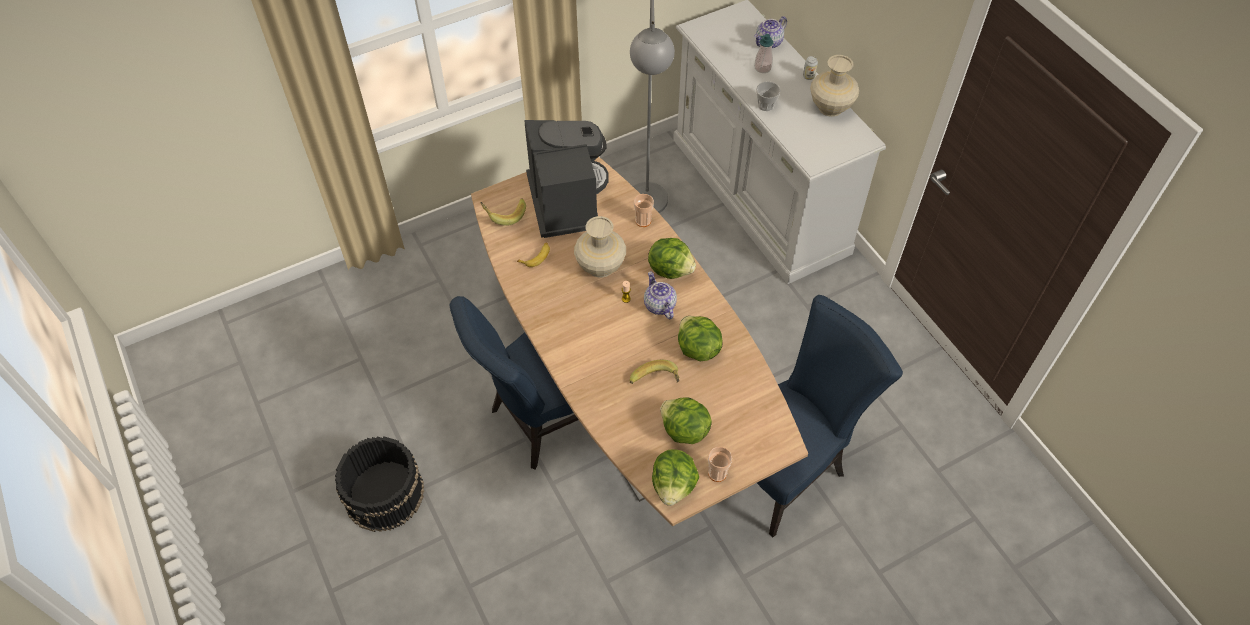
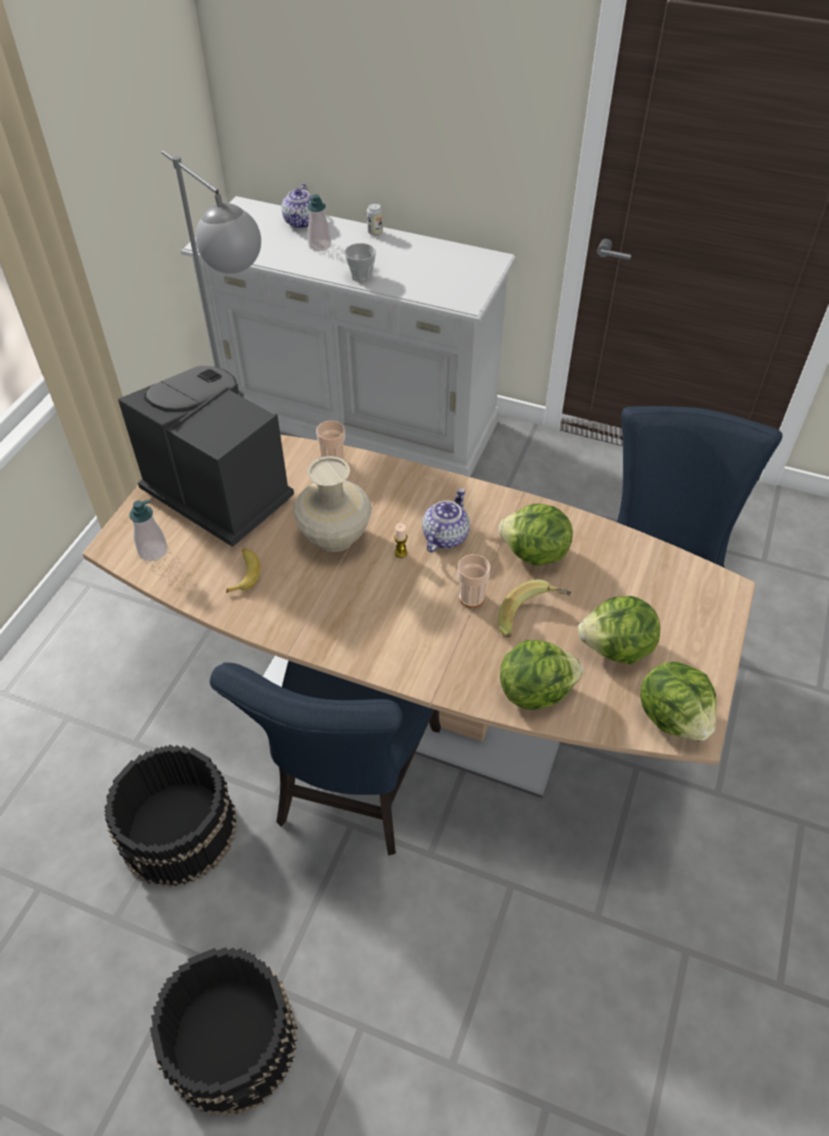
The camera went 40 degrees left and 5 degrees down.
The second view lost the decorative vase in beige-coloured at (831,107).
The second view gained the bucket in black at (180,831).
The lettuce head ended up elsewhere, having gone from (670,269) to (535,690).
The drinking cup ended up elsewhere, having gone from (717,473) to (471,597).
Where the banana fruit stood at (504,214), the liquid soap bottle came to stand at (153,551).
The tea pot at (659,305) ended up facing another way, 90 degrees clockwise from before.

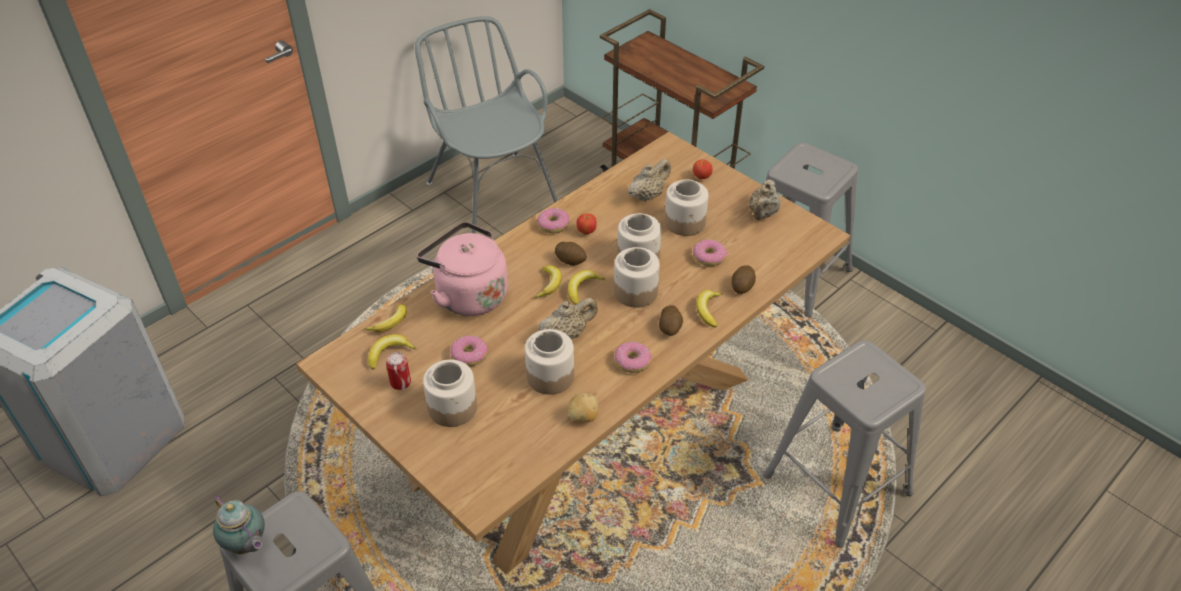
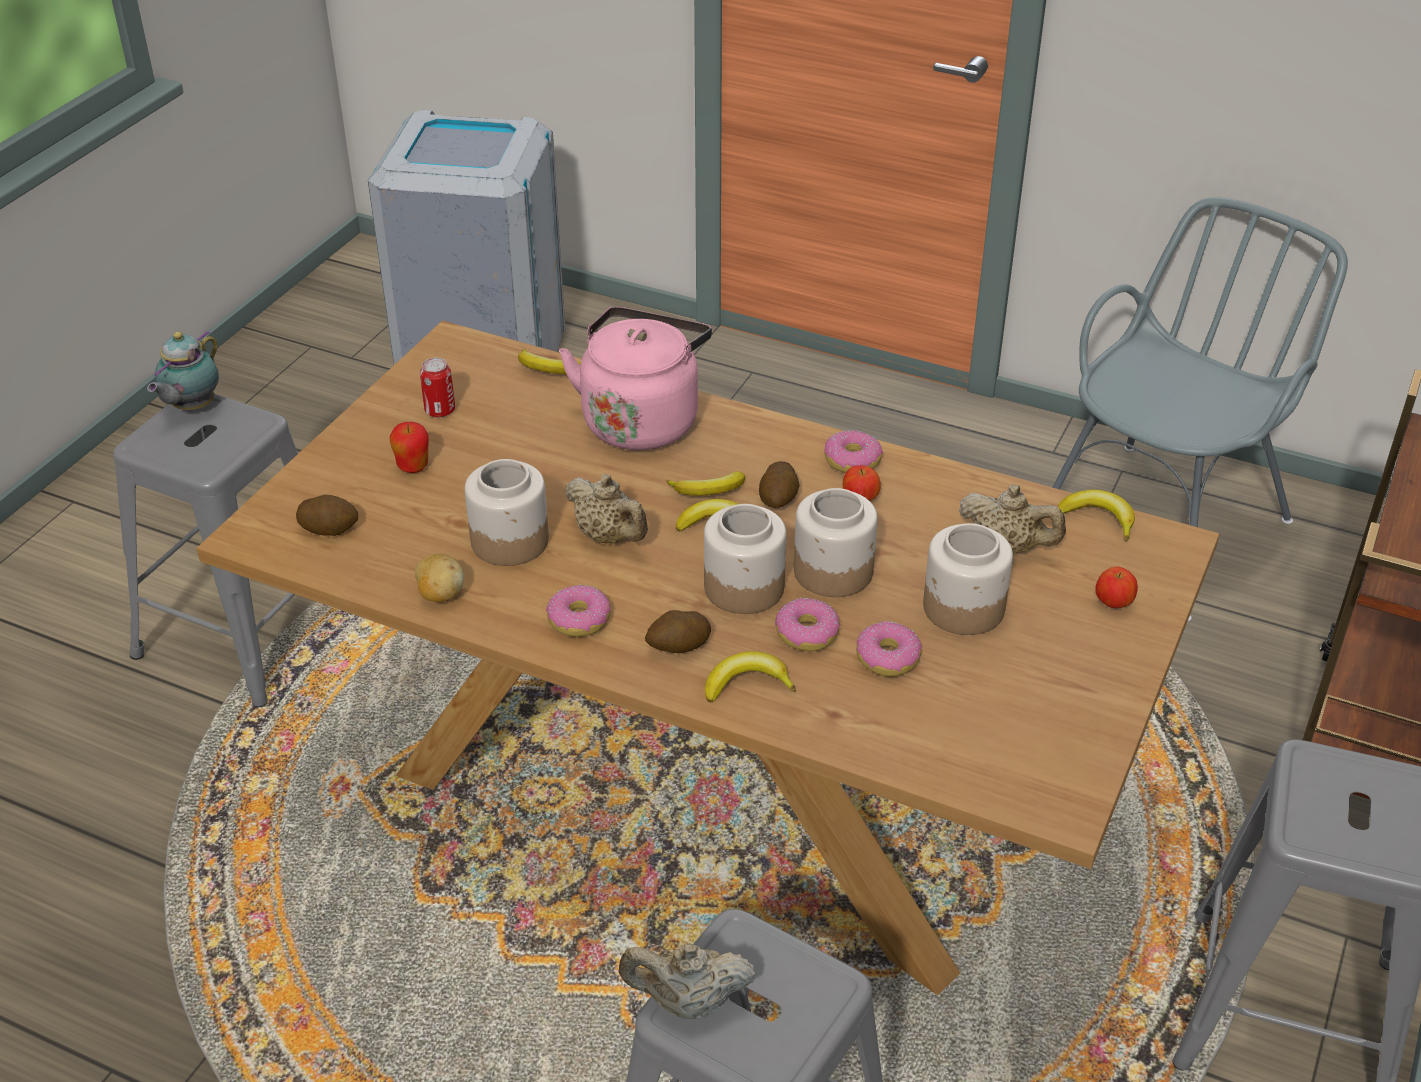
The camera went 70 degrees right and 5 degrees down.
The banana fruit ended up elsewhere, having gone from (389,353) to (1098,519).
The ring doughnut ended up elsewhere, having gone from (469,355) to (806,633).
The spud ended up elsewhere, having gone from (742,286) to (329,529).
The tea pot in beige-coloured ended up elsewhere, having gone from (762,214) to (687,1002).
Where the storage jar stood at (453,407), the whole apple came to stand at (413,467).

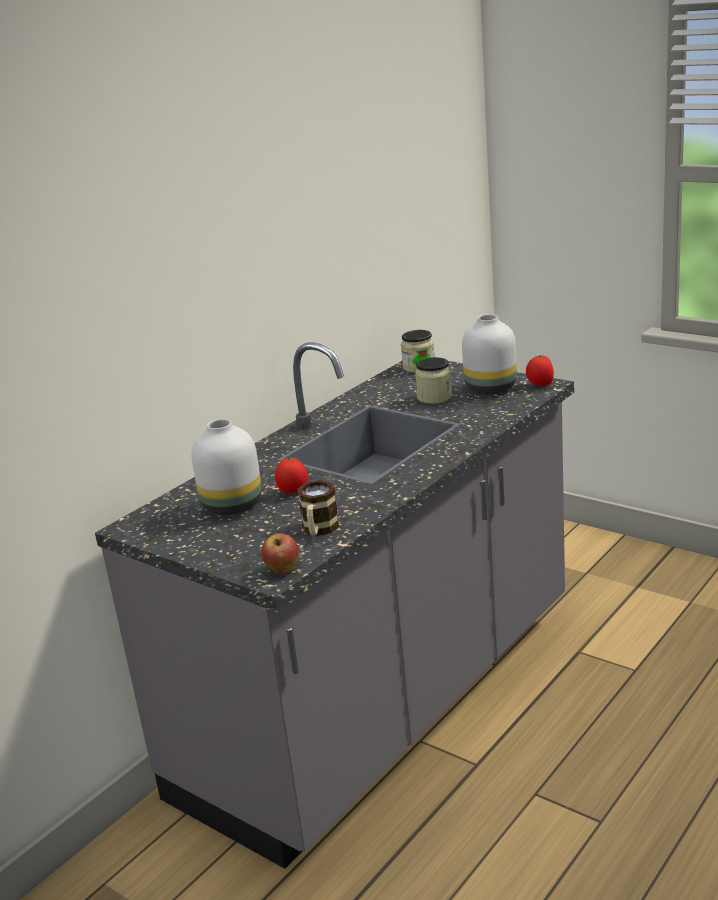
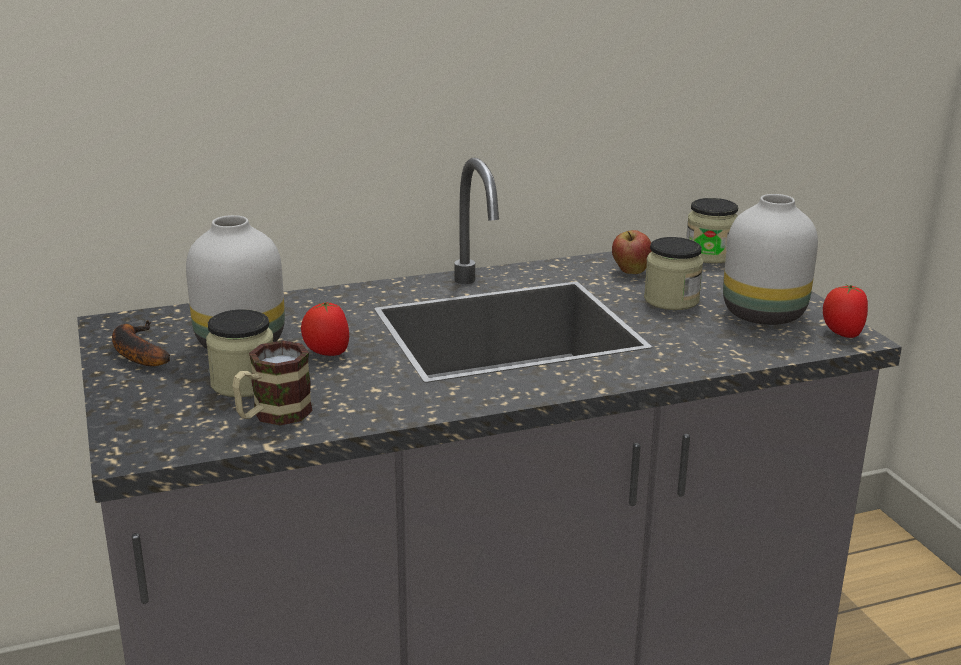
The camera went 30 degrees right and 0 degrees up.
The second view gained the banana fruit at (136,352).
The second view gained the storage jar at (243,383).
The whole apple ended up elsewhere, having gone from (282,570) to (630,272).

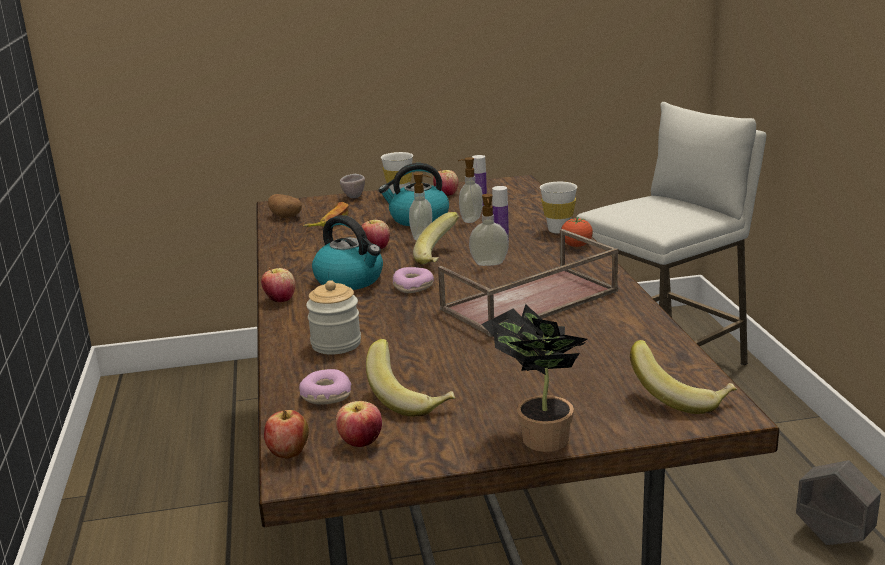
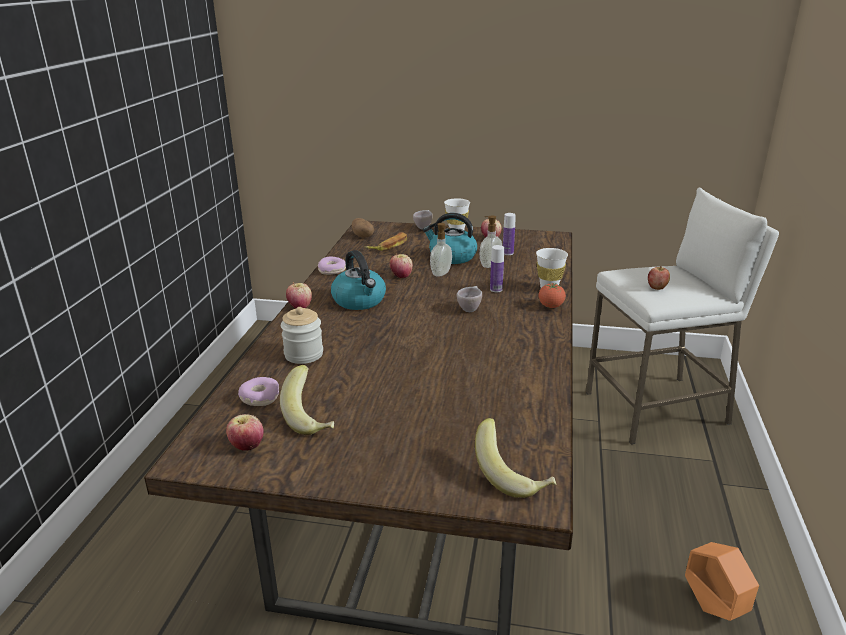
The camera went 20 degrees right and 5 degrees up.
The second view lost the banana fruit at (440,258).
The second view lost the tray in brown-coloured at (529,301).
The second view lost the houseplant at (538,438).
The whole apple ended up elsewhere, having gone from (288,453) to (657,288).
The ring doughnut ended up elsewhere, having gone from (413,286) to (332,270).
Where the liquid soap bottle stood at (489,264), the drinking cup in beige-coloured came to stand at (470,309).
What was the planter in grey at (833,537) turned into the planter in orange at (713,606).

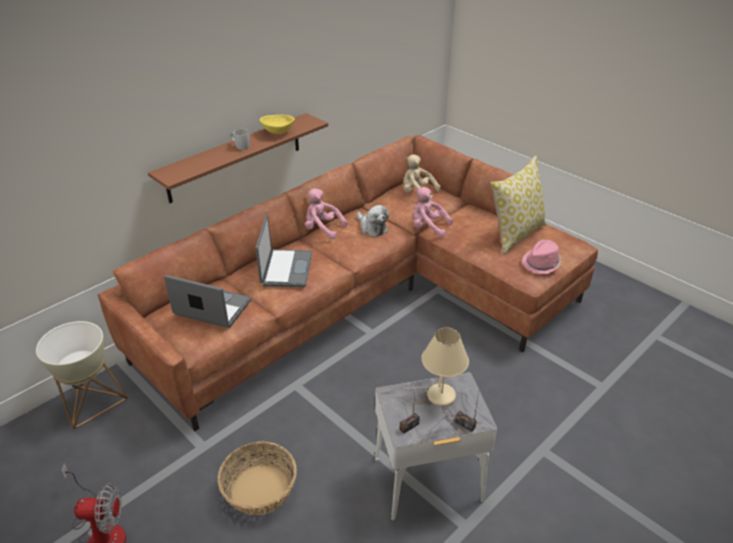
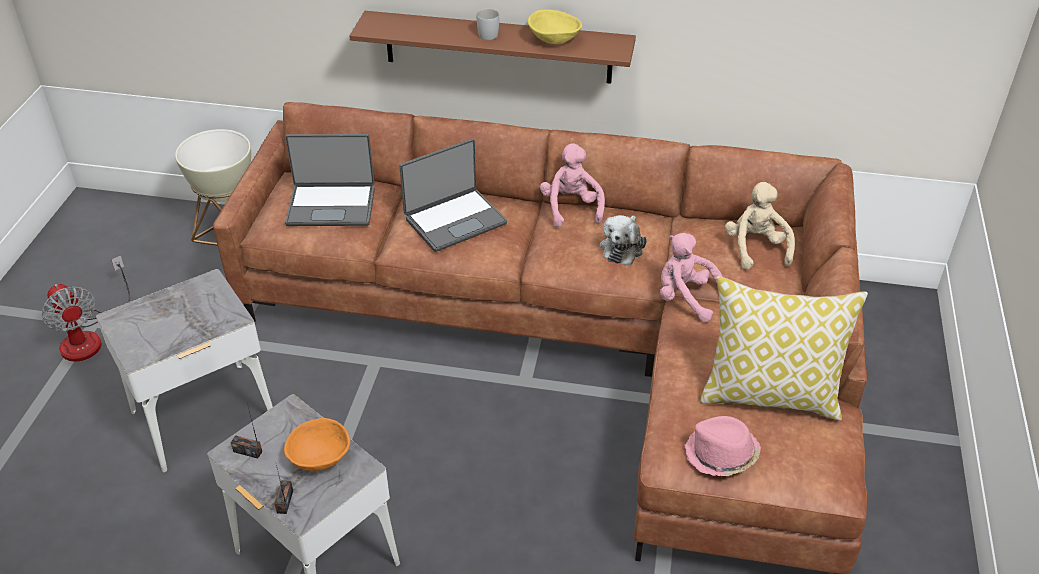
The camera went 55 degrees right and 5 degrees up.
Where the basket stood at (259,489), the side table came to stand at (206,416).
Where the tabletop lamp in beige-coloured stood at (441,396), the bowl in orange came to stand at (319,459).
The laptop at (211,309) ended up facing another way, 105 degrees clockwise from before.
The plush toy in pinkish at (428,227) ended up facing another way, 45 degrees counterclockwise from before.

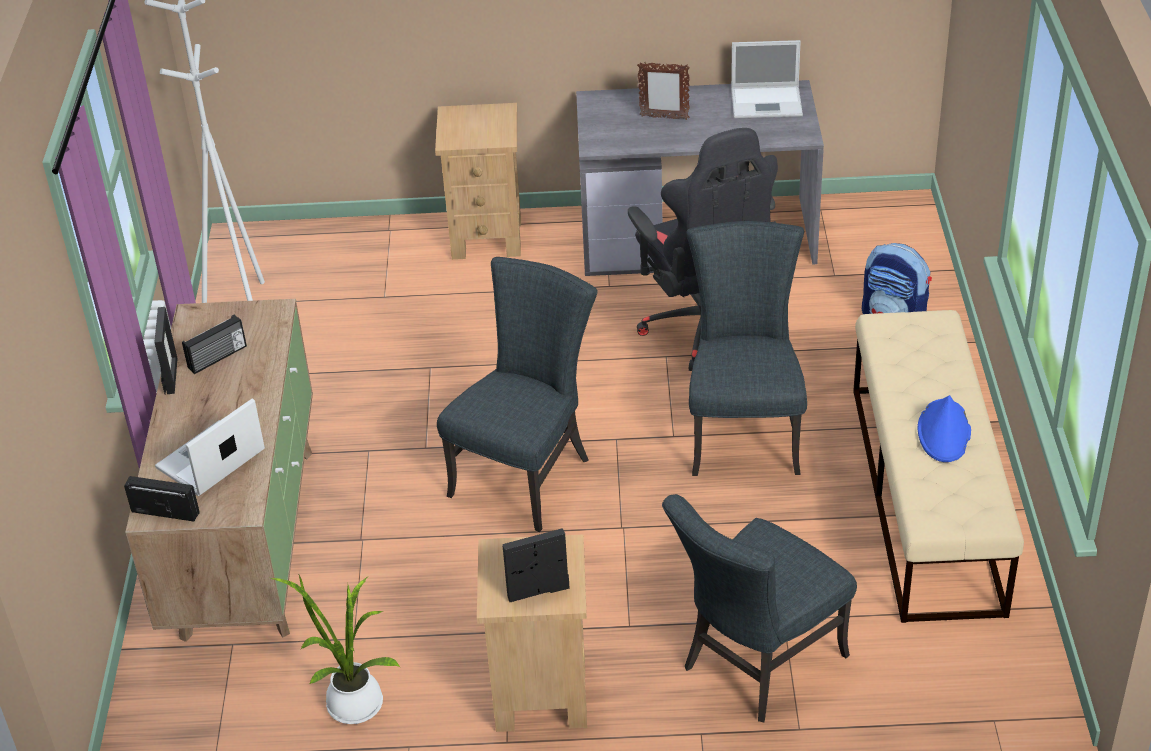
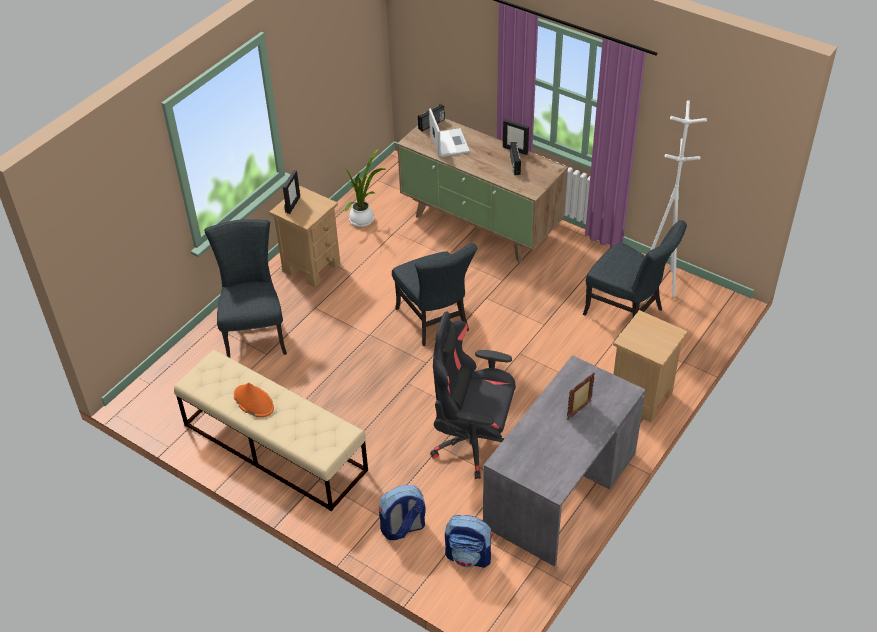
The camera went 125 degrees right and 5 degrees up.
The second view lost the laptop at (768,102).
The second view gained the rucksack at (469,556).
The upright chair in grey ended up elsewhere, having gone from (743,431) to (628,312).
What was the clothing hat in bluish at (944,432) turned into the clothing hat in orange at (253,401).

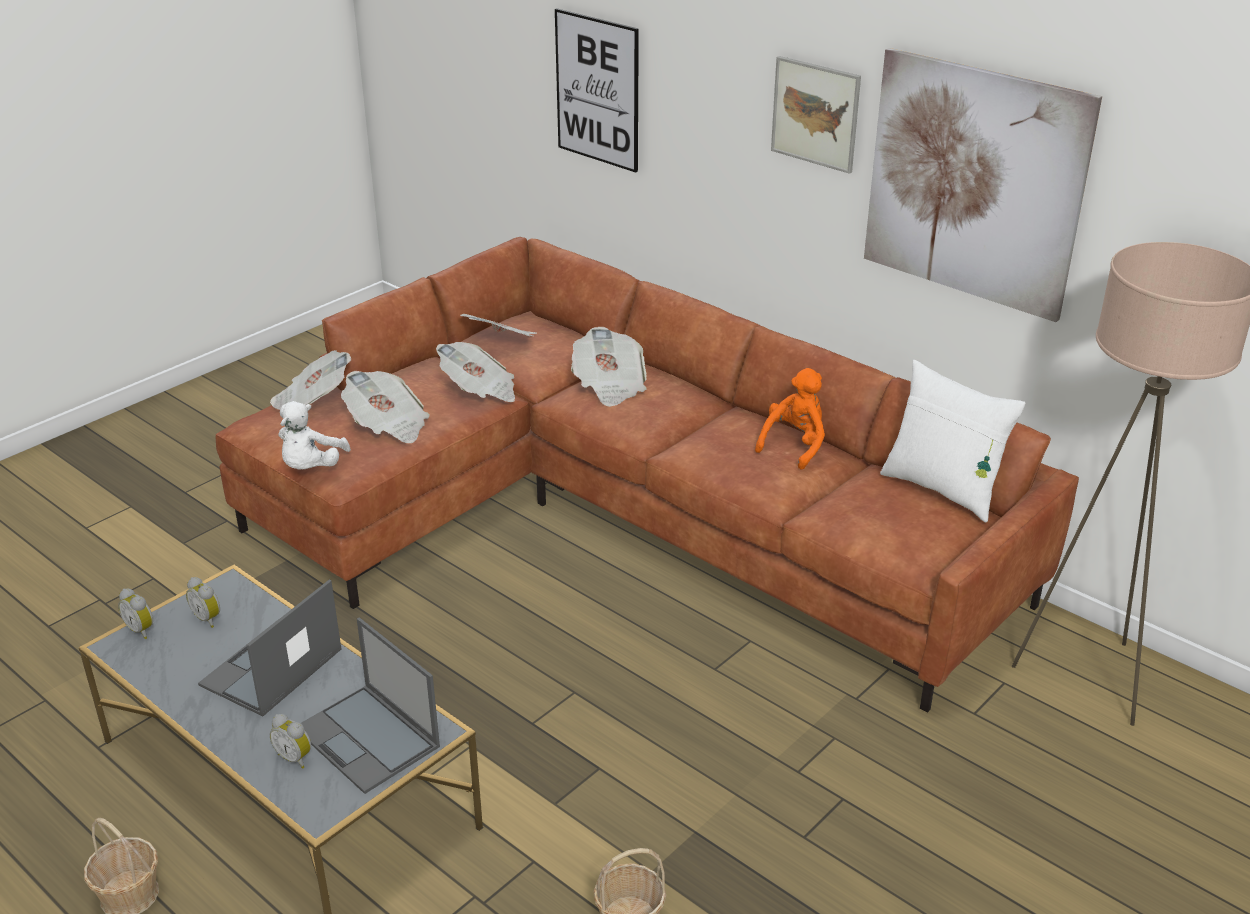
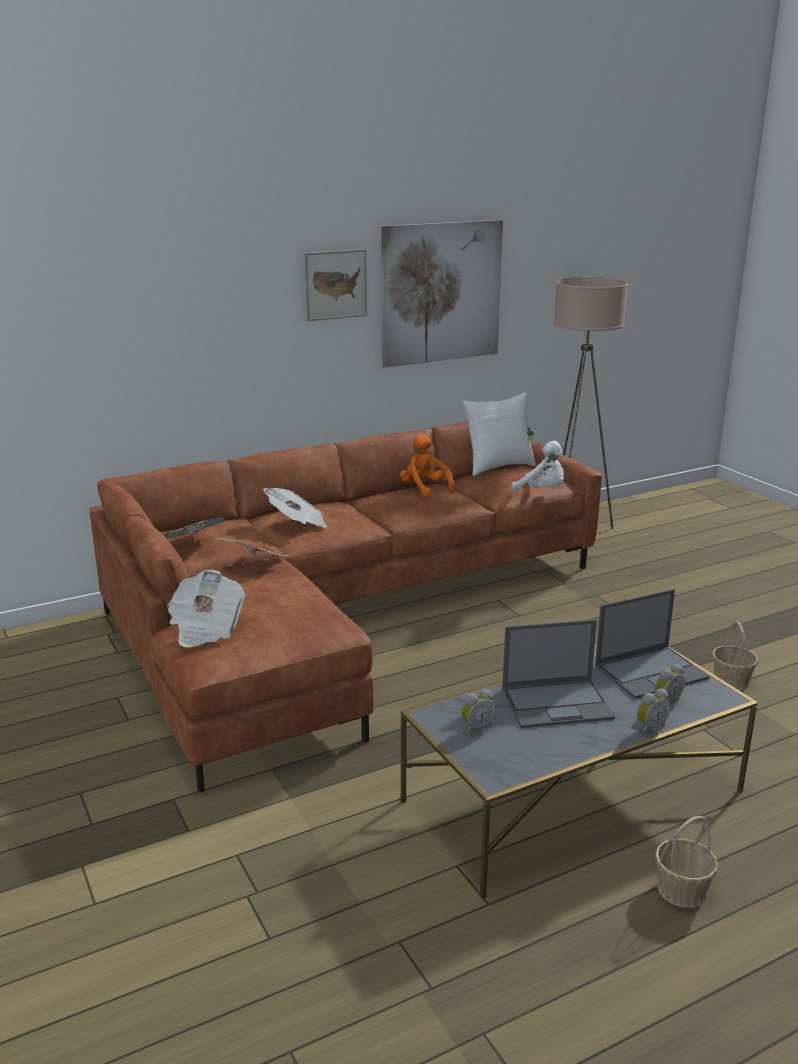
The camera went 70 degrees left and 10 degrees down.
The second view lost the printed paper at (388,426).
The second view lost the wall art at (597,90).
The bedside clock ended up elsewhere, having gone from (142,630) to (650,727).
The plush toy in white ended up elsewhere, having gone from (311,467) to (542,491).
The laptop at (270,669) ended up facing another way, 60 degrees counterclockwise from before.

